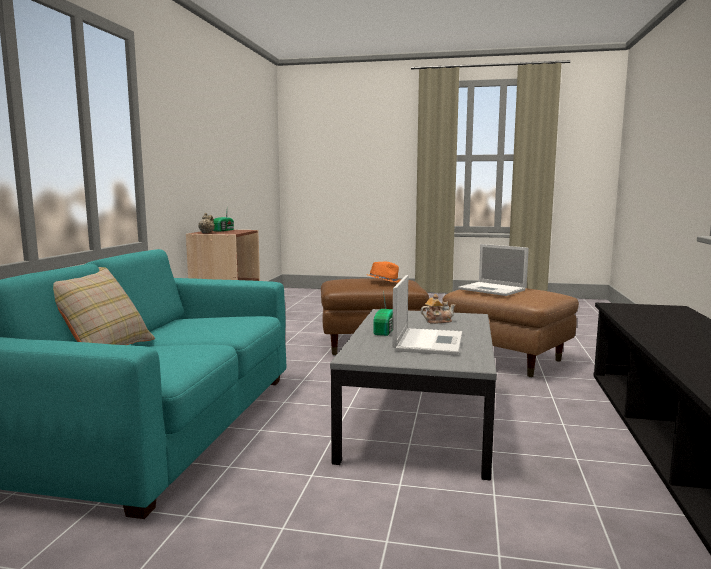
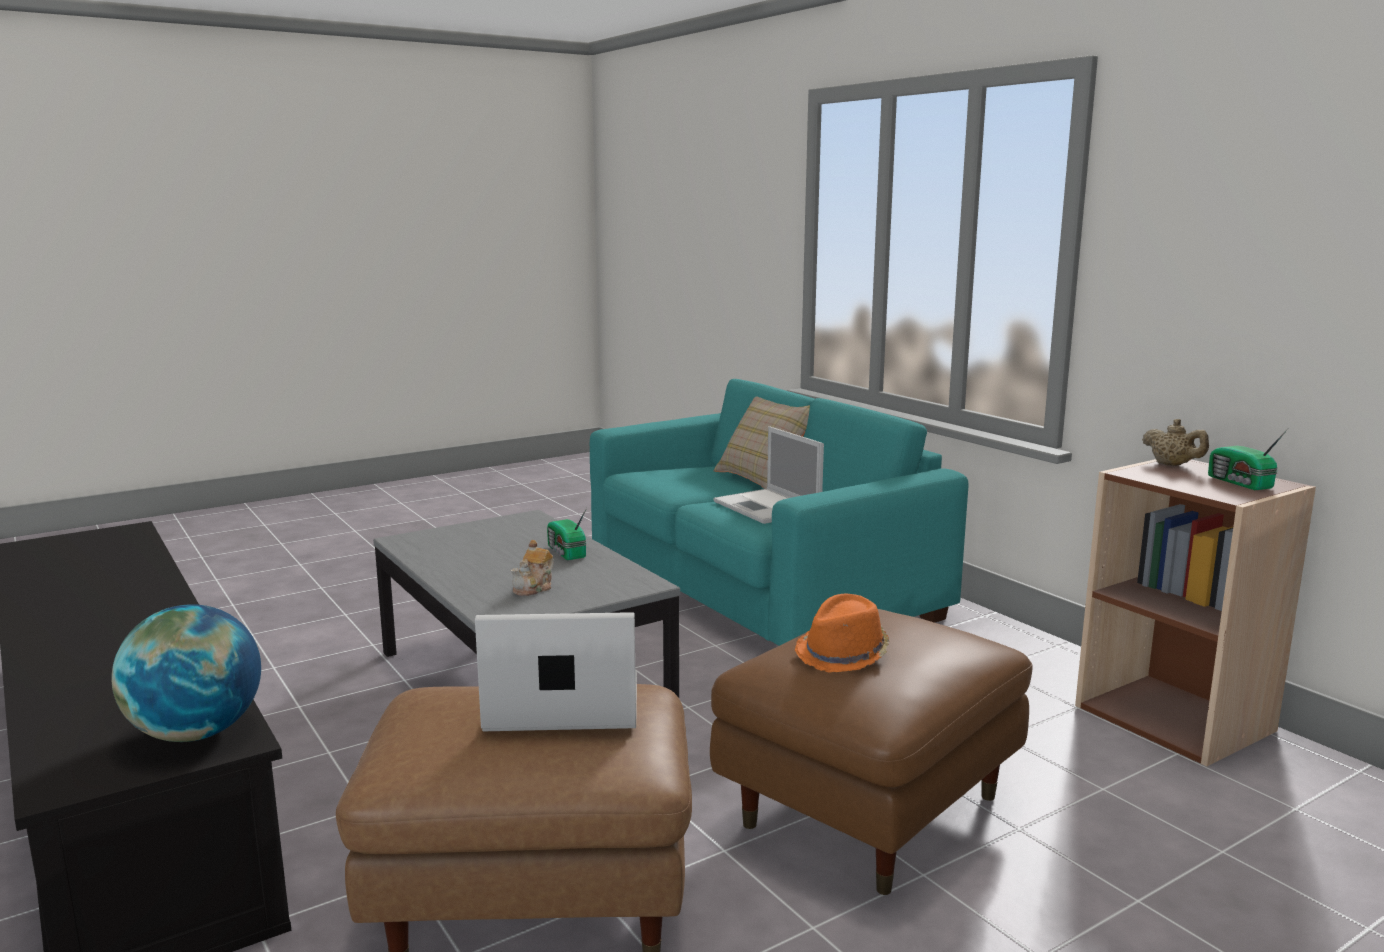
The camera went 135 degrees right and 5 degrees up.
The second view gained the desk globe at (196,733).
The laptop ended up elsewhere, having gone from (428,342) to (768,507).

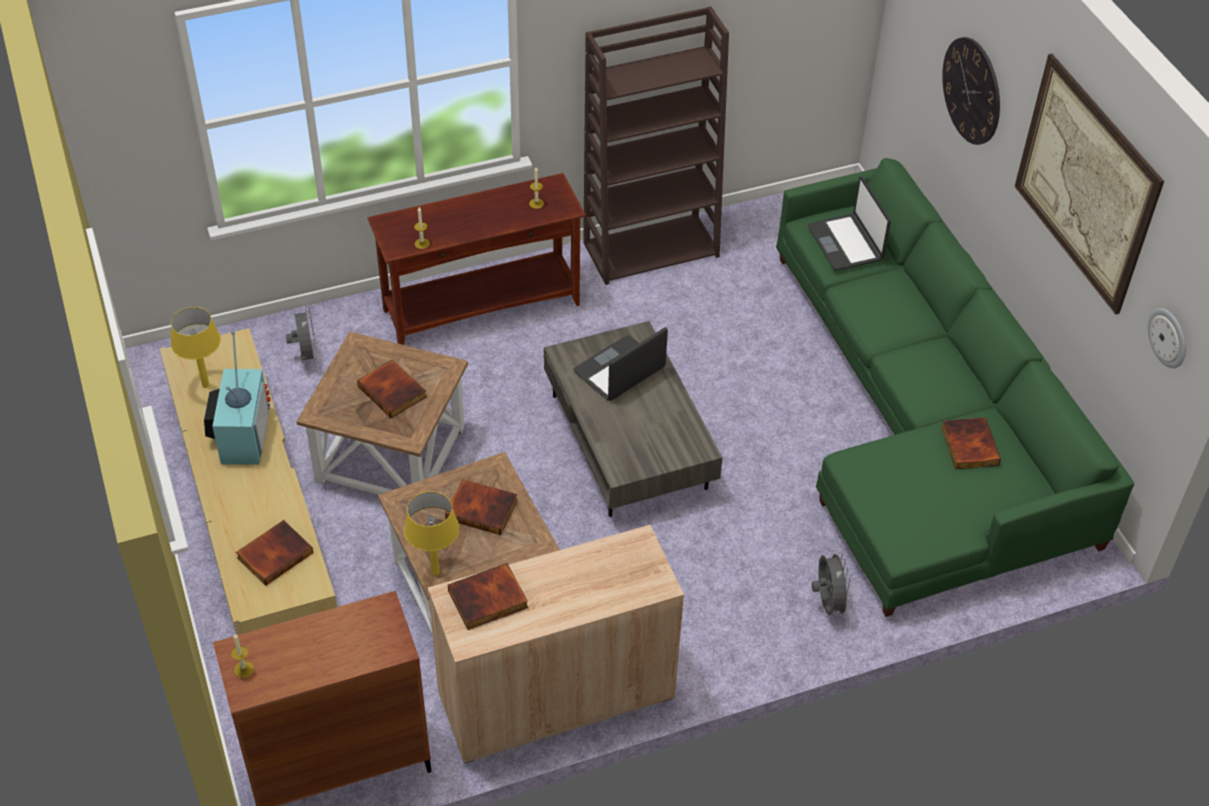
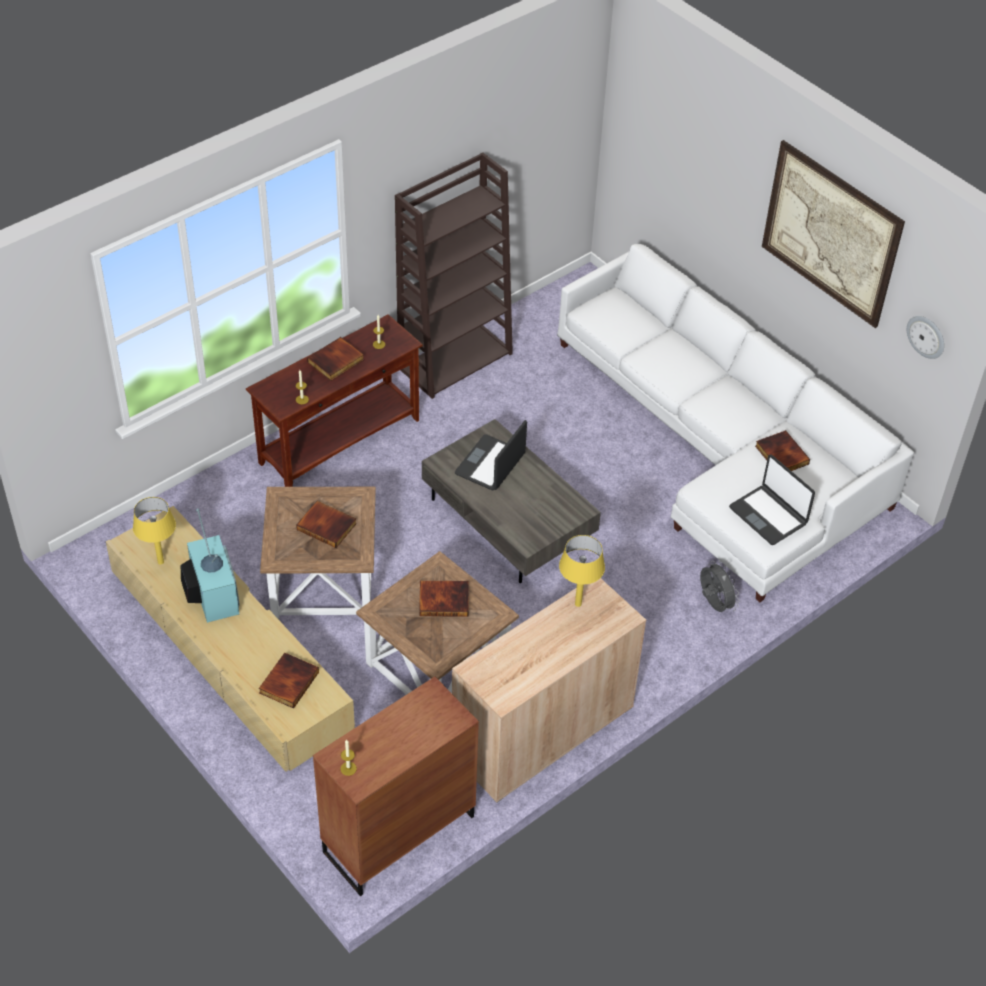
The camera went 20 degrees left and 0 degrees up.
The second view lost the cooling fan in grey at (307,356).
The second view lost the hanging clock at (972,90).
The tabletop lamp in yellowish ended up elsewhere, having gone from (436,572) to (578,604).
The book ended up elsewhere, having gone from (488,600) to (336,362).
The laptop ended up elsewhere, having gone from (846,243) to (768,515).
What was the sofa in greenish at (921,420) turned into the sofa in white at (723,446).

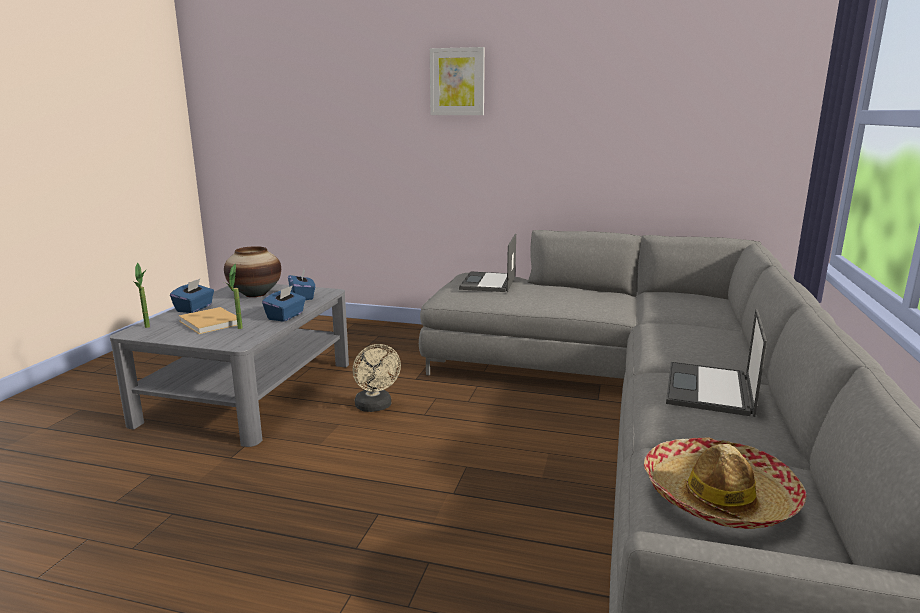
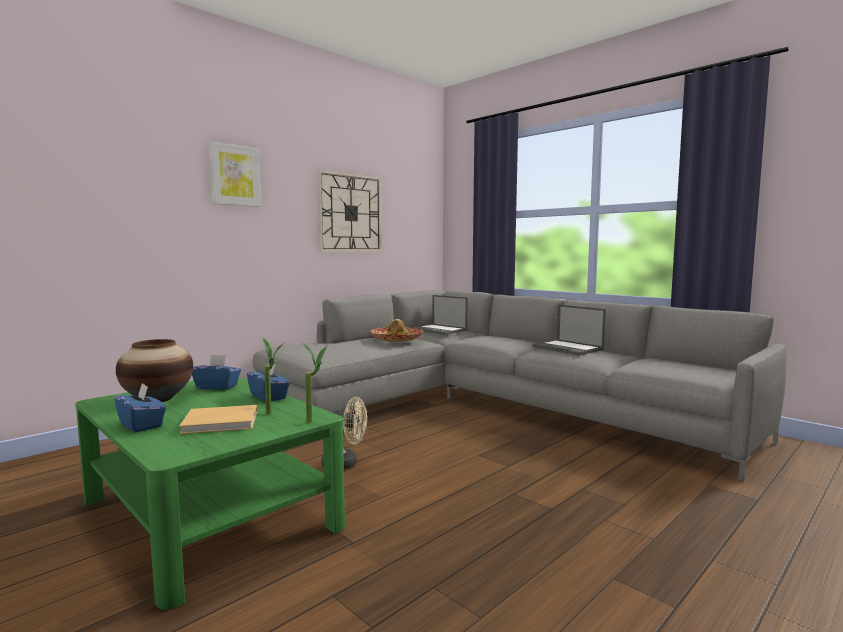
The camera went 60 degrees left and 10 degrees down.
The second view gained the hanging clock at (350,213).
The houseplant ended up elsewhere, having gone from (148,328) to (315,422).
The laptop ended up elsewhere, having gone from (488,283) to (439,330).
The clothing hat ended up elsewhere, having gone from (718,497) to (397,339).
What was the low table in grey at (249,392) turned into the low table in greenish at (209,513).

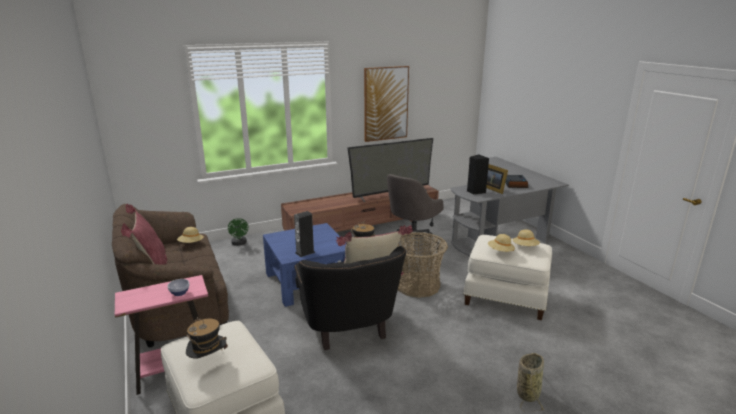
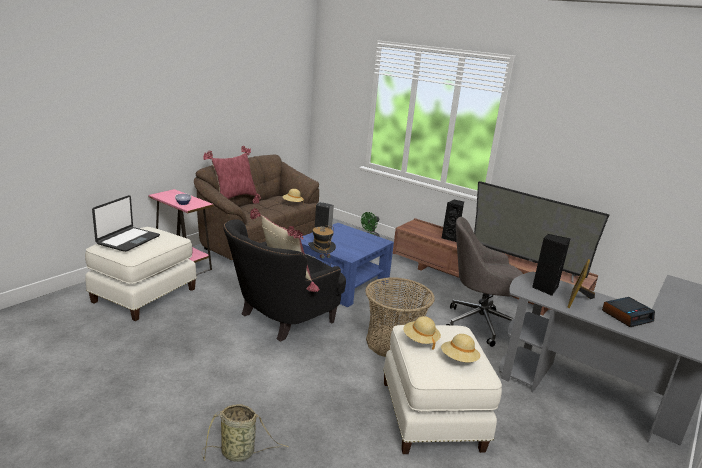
The camera went 60 degrees right and 0 degrees up.
The second view lost the wall art at (385,103).
The second view gained the audio speaker in black at (451,238).
Where the clothing hat stood at (208,362), the laptop came to stand at (128,240).

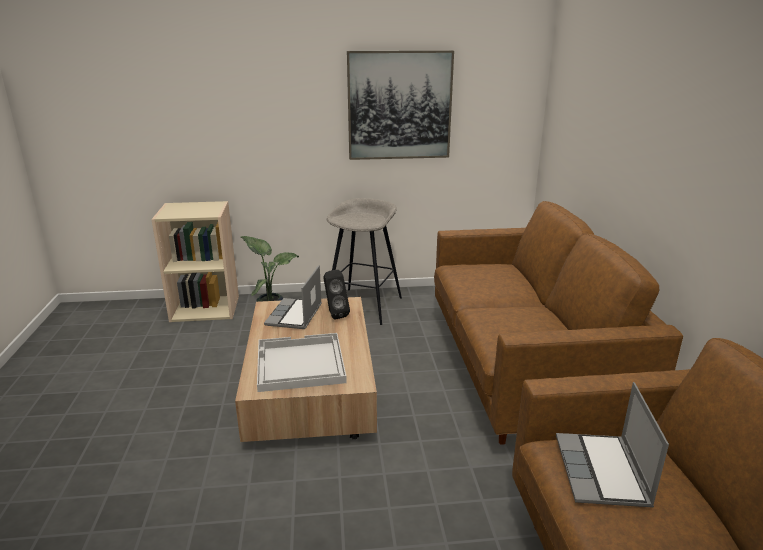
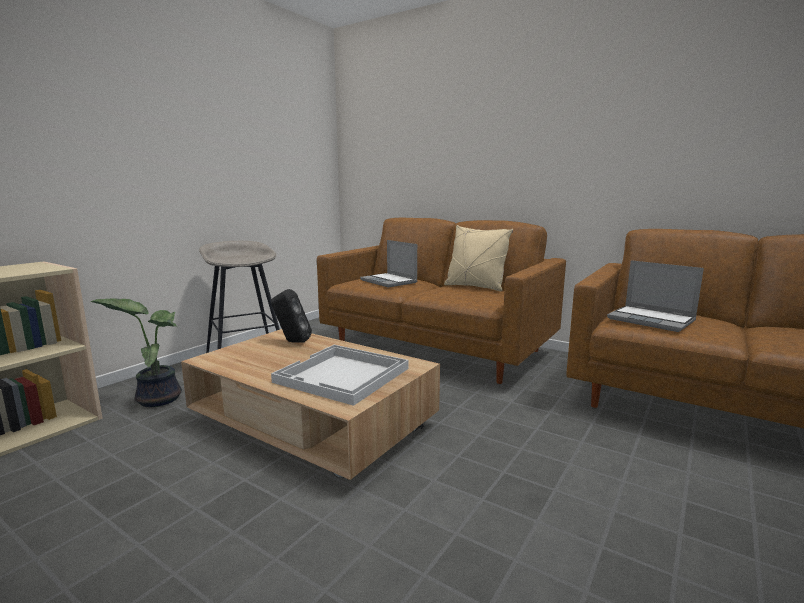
The camera went 50 degrees left and 10 degrees down.
The second view lost the wall art at (399,106).
The second view gained the throw pillow in beige-coloured at (475,287).
The laptop ended up elsewhere, having gone from (295,315) to (389,281).

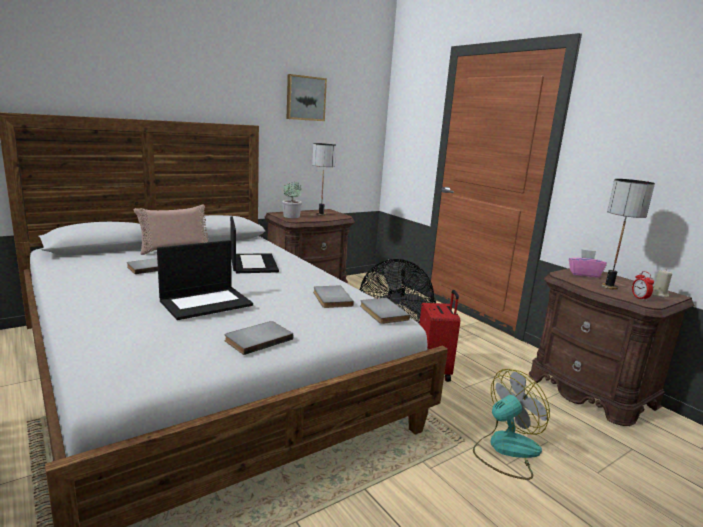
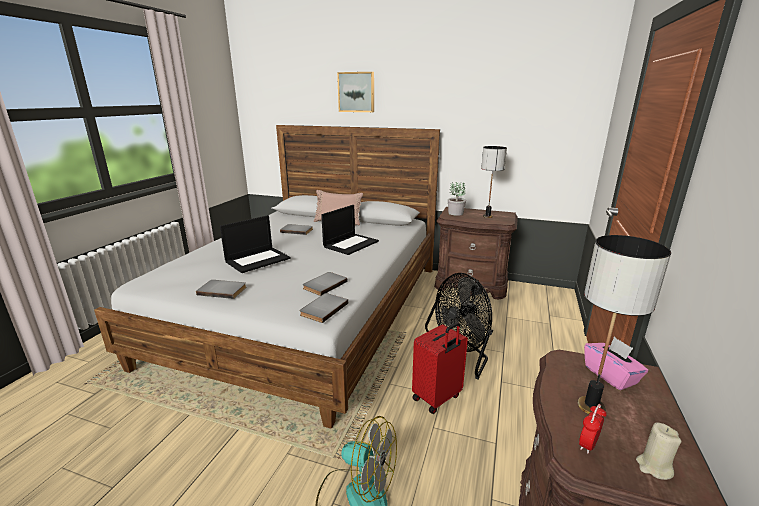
The camera went 55 degrees right and 5 degrees up.
The wall art ended up elsewhere, having gone from (305,98) to (356,92).
The laptop at (206,302) ended up facing another way, 60 degrees counterclockwise from before.

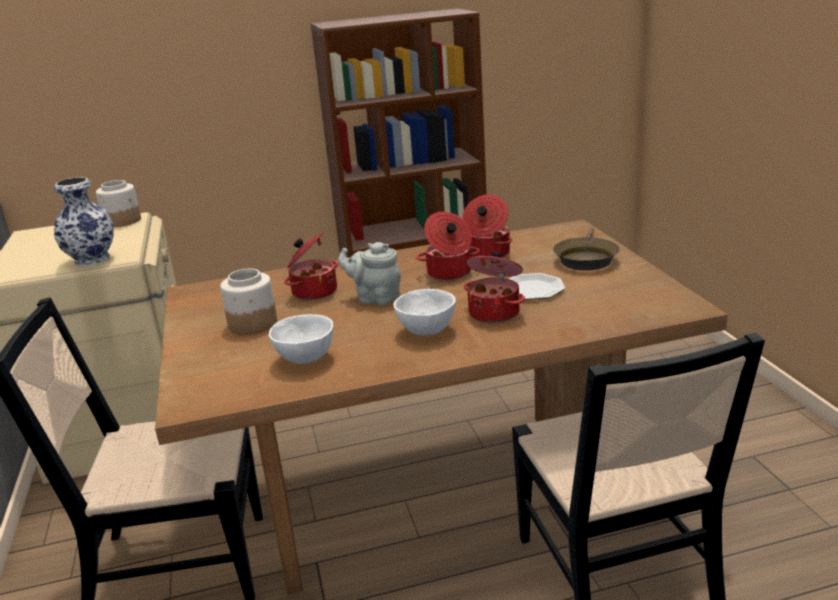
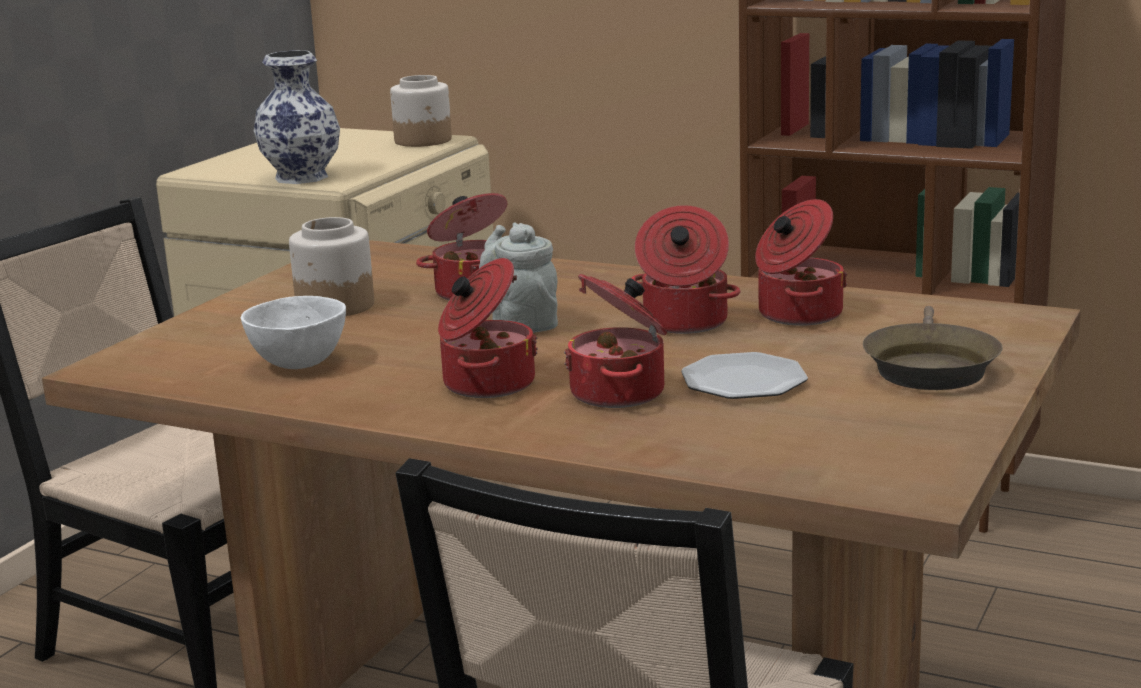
The camera went 40 degrees right and 5 degrees down.
Where the bowl in white stood at (426,331), the cooking pot came to stand at (486,383).
The skillet in brown-coloured at (585,259) ended up facing another way, 45 degrees counterclockwise from before.

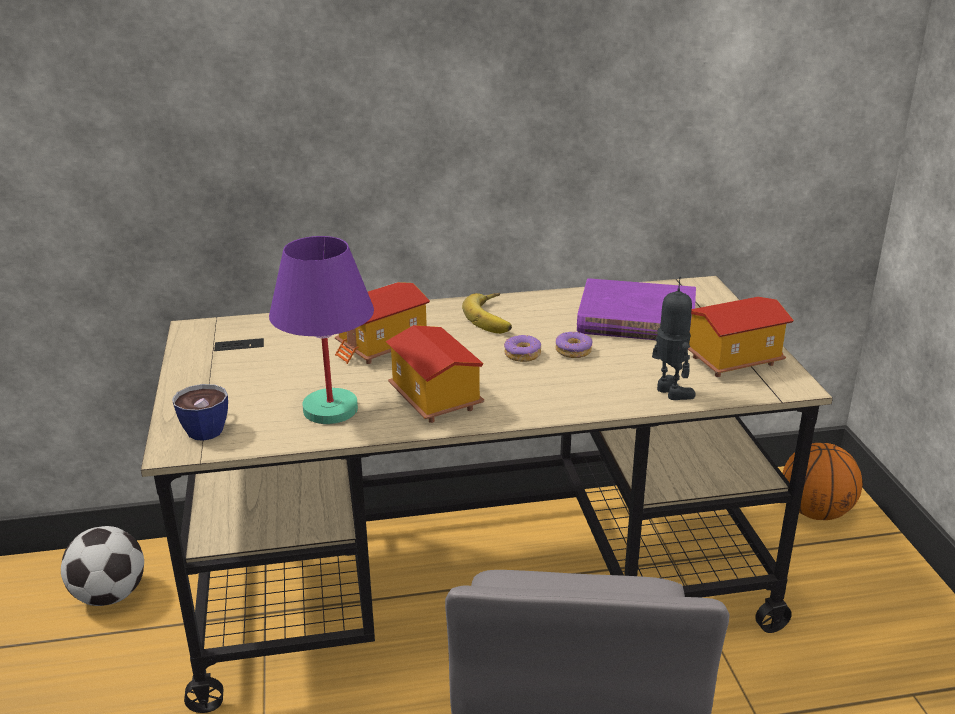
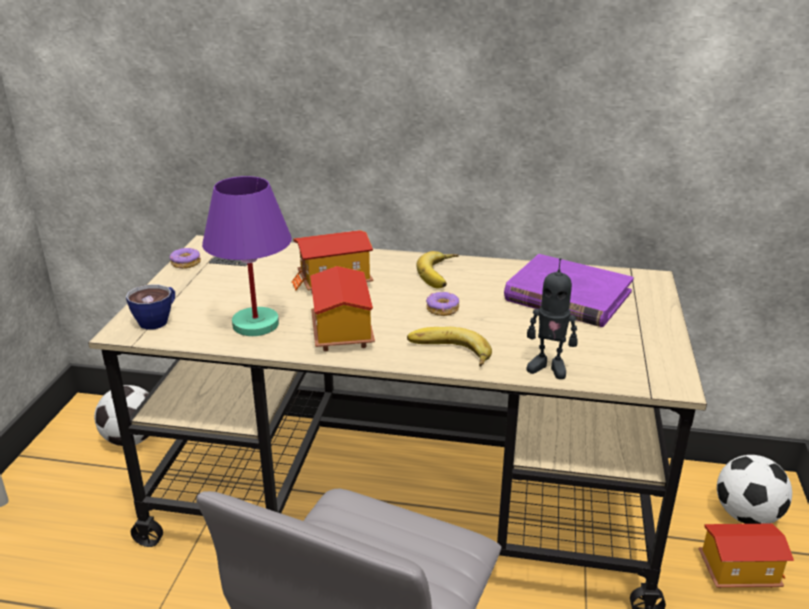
The camera went 20 degrees right and 0 degrees up.
The second view gained the banana fruit at (448,353).
The ring doughnut ended up elsewhere, having gone from (573,351) to (186,263).
The model house ended up elsewhere, having gone from (733,360) to (738,572).
Where the basketball stood at (815,512), the football came to stand at (747,515).
The toy robot at (670,393) ended up facing another way, 120 degrees clockwise from before.

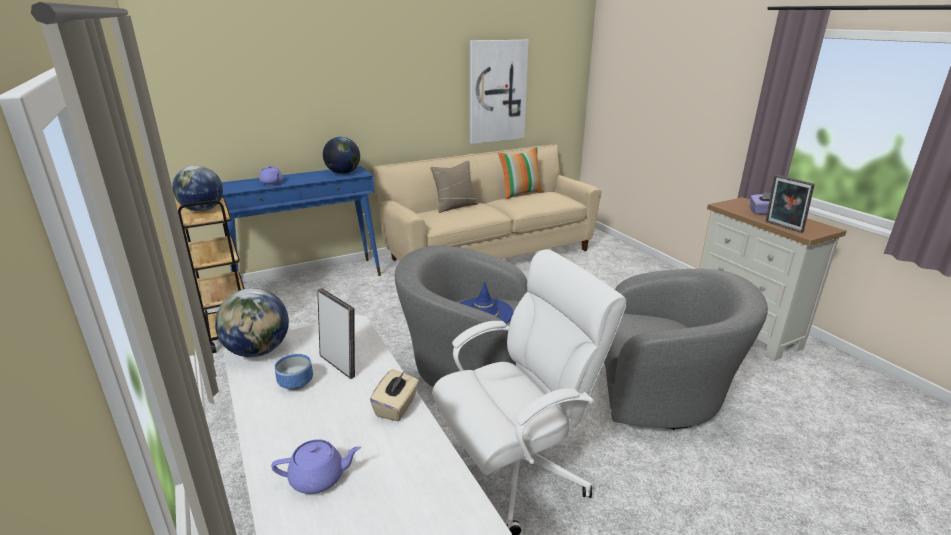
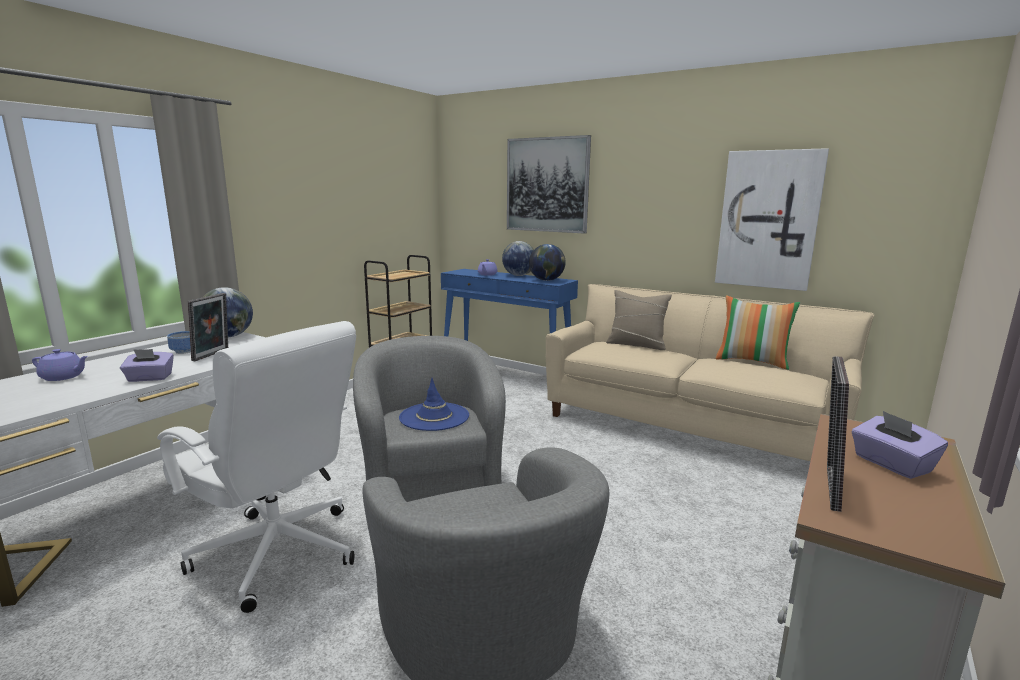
The camera went 60 degrees right and 10 degrees down.
The second view gained the wall art at (547,185).
The desk globe ended up elsewhere, having gone from (202,210) to (518,275).
What was the tissue box in beige-coloured at (396,407) turned into the tissue box in purplish at (149,378).
The tea pot in purplish at (319,478) ended up facing another way, 45 degrees counterclockwise from before.

